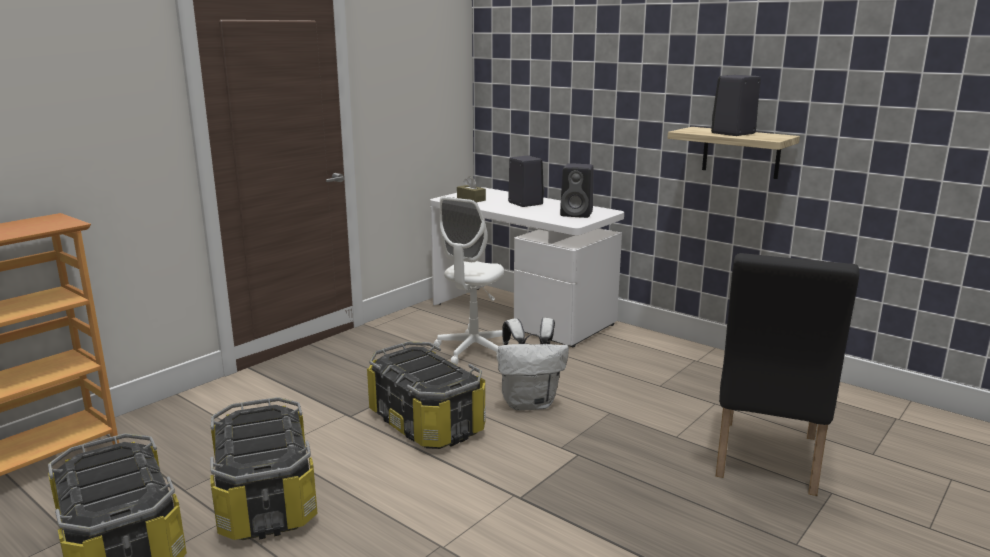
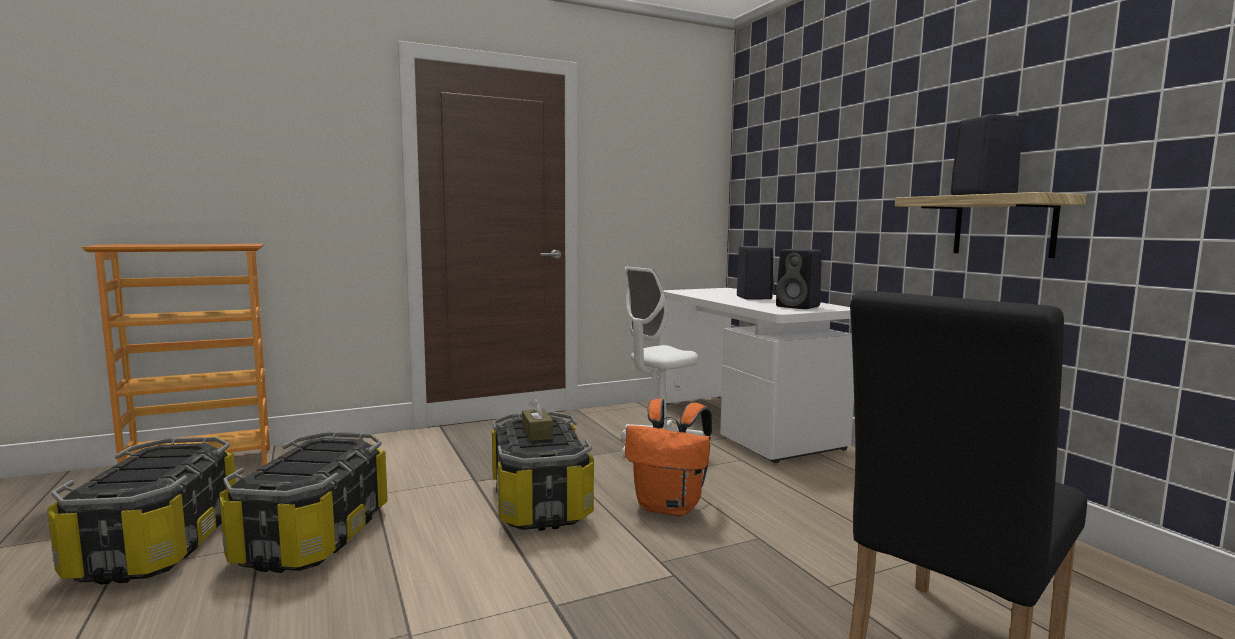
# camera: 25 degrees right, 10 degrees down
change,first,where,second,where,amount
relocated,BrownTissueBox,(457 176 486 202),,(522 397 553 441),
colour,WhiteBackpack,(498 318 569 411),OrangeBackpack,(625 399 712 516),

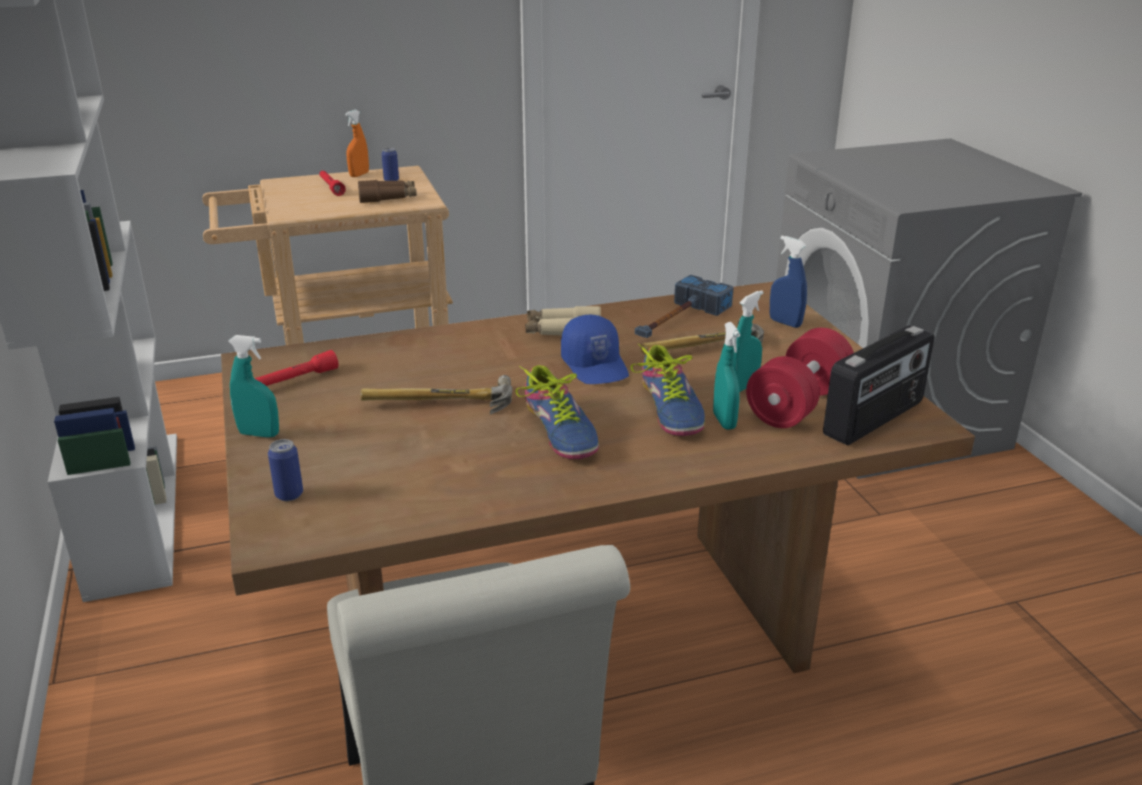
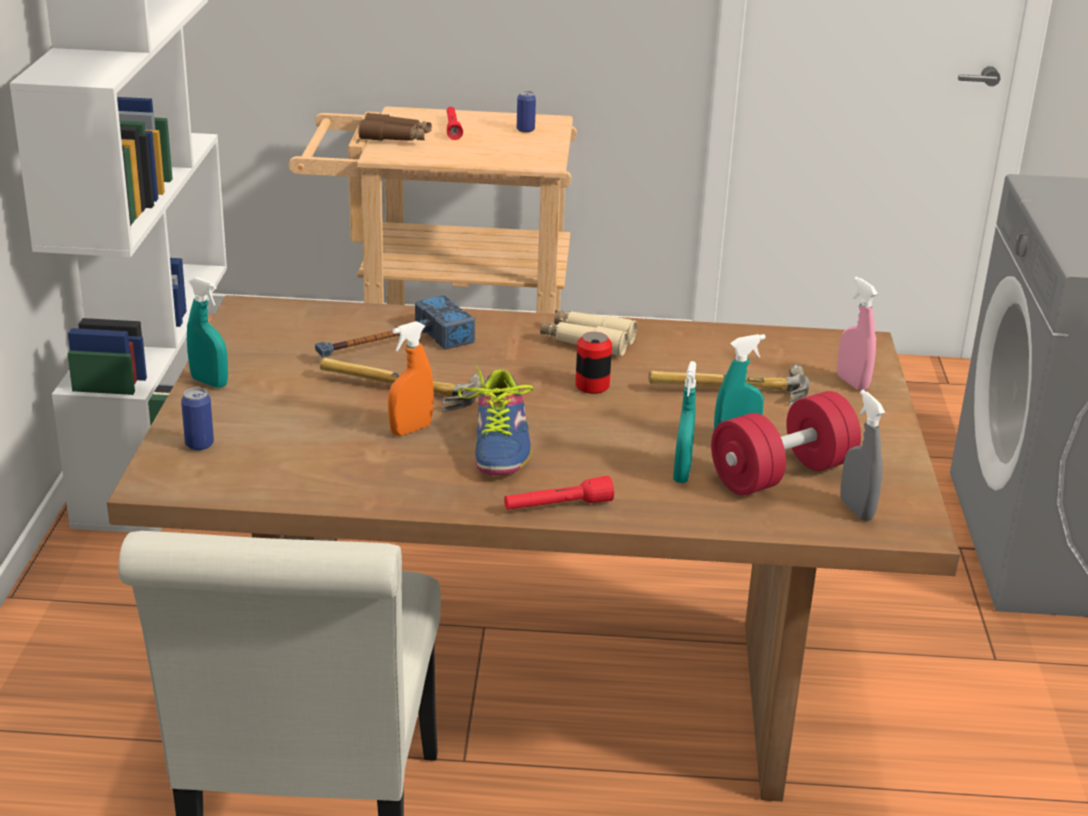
# camera: 20 degrees right, 0 degrees up
change,first,where,second,where,amount
relocated,OrangeSprayBottle,(345 110 369 177),,(388 321 434 436),
relocated,BrownBinoculars,(358 180 417 203),,(358 113 432 141),
colour,BlueSprayBottle,(770 236 807 328),PinkSprayBottle,(837 276 878 391),
relocated,Hammer,(635 274 733 338),,(315 295 475 357),
exchanged,BlueCap,(561 315 629 384),Can,(575 332 612 394),
exchanged,Radio,(823 325 934 445),GreySprayBottle,(841 390 885 521),
missing,Shoe,(631 344 705 436),,,
relocated,RedFlashlight,(254 350 338 386),,(504 476 614 510),

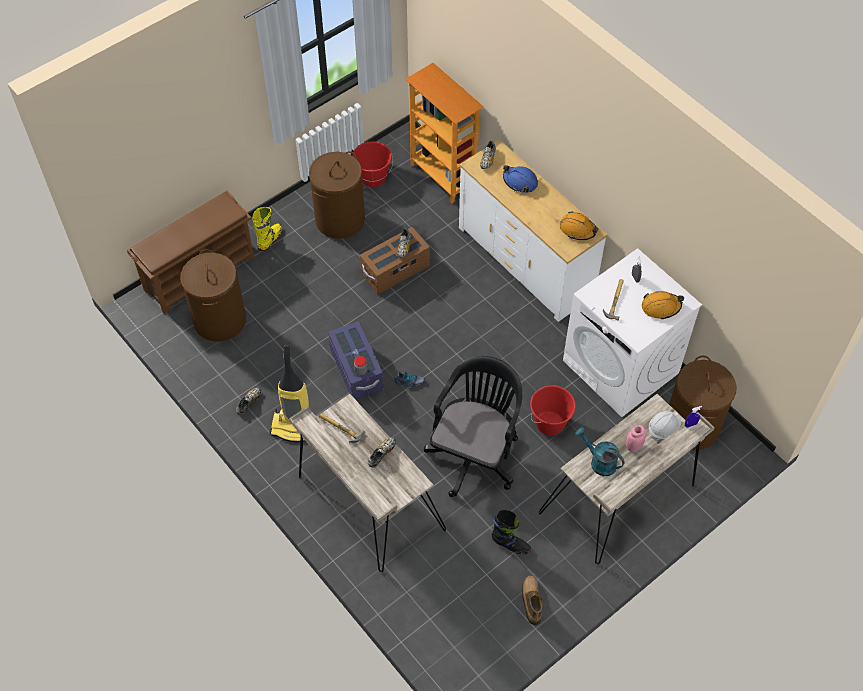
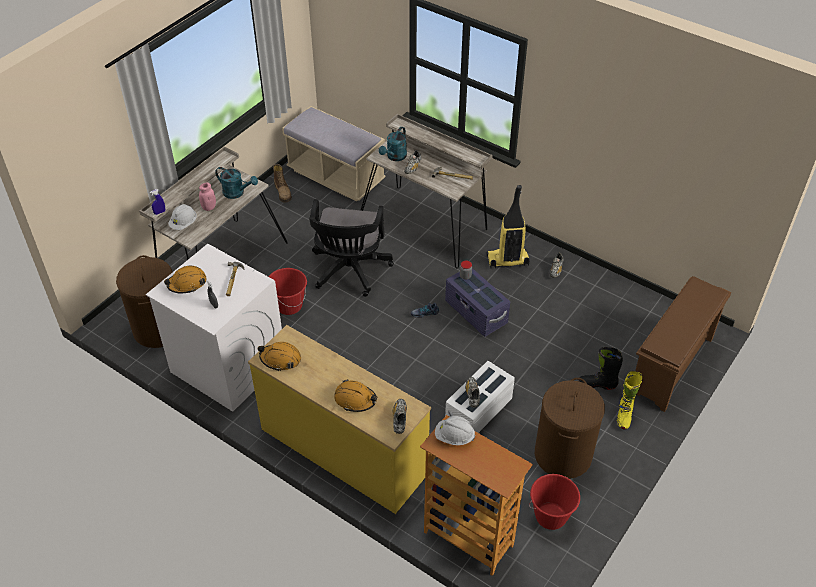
# camera: 165 degrees right, 10 degrees down
change,first,where,second,where,amount
colour,WhiteDresser,(459 140 607 322),YellowDresser,(248 325 431 514),
colour,BlueHardHat,(503 165 538 193),OrangeHardHat,(334 379 377 412),
colour,BrownStorageBox,(360 227 430 294),WhiteStorageBox,(445 361 515 433),
missing,BrownLaundryBasket,(180 250 246 342),,,
relocated,BlackBoot,(491 509 531 554),,(579 347 623 390),
appeared,,,BeigeBench,(282 106 386 202),
appeared,,,TurquoiseWateringCan,(379 127 407 161),
appeared,,,WhiteHardHat,(435 416 475 445),

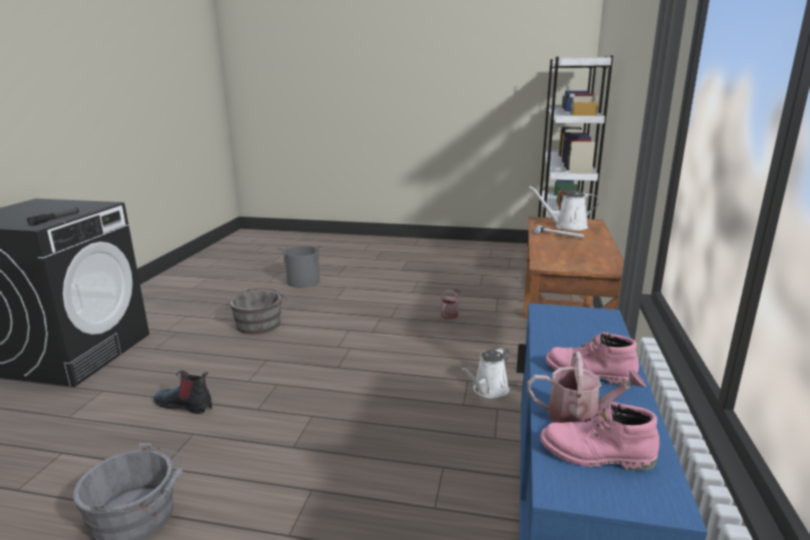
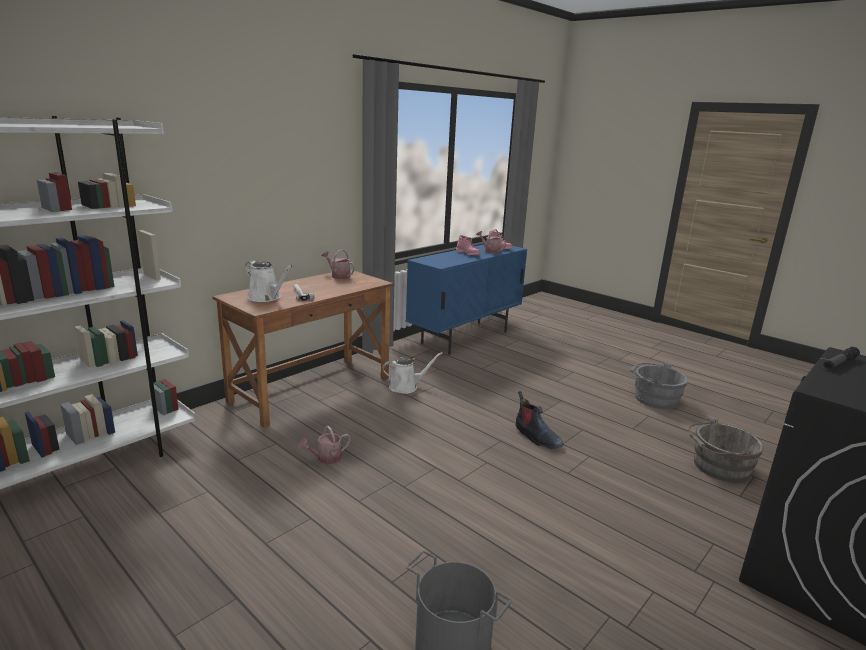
# camera: 150 degrees left, 0 degrees up
change,first,where,second,where,amount
relocated,GreyBucket,(230 287 287 334),,(689 419 764 483),
relocated,Boot,(154 370 212 414),,(516 391 563 449),
appeared,,,WateringCan,(322 249 355 279),

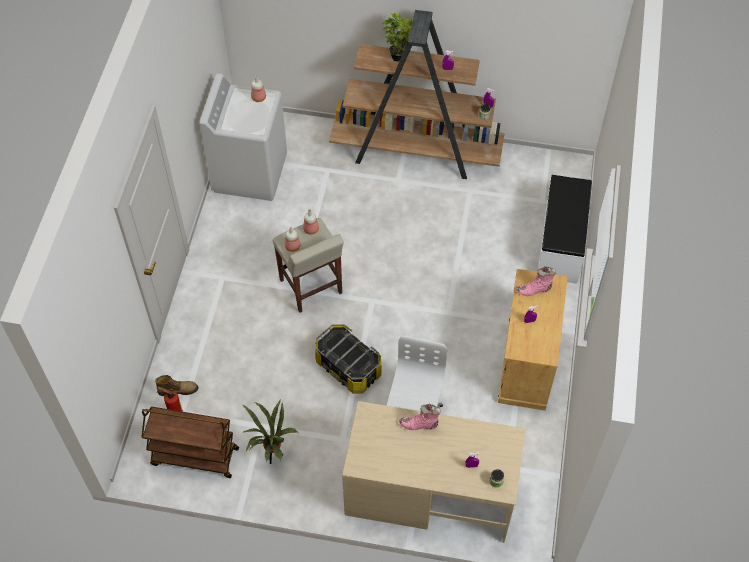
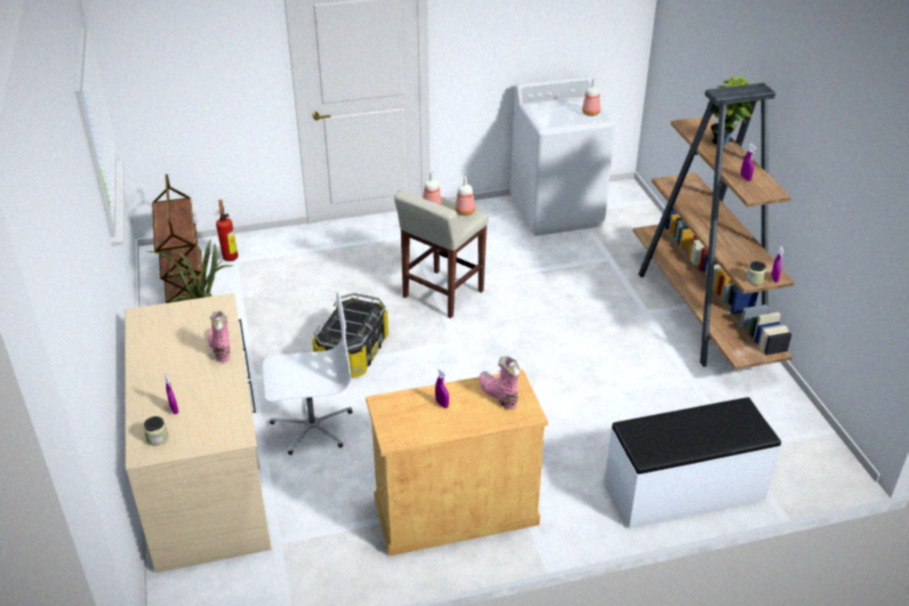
# camera: 65 degrees right, 20 degrees down
change,first,where,second,where,amount
missing,Boot,(155 375 198 396),,,

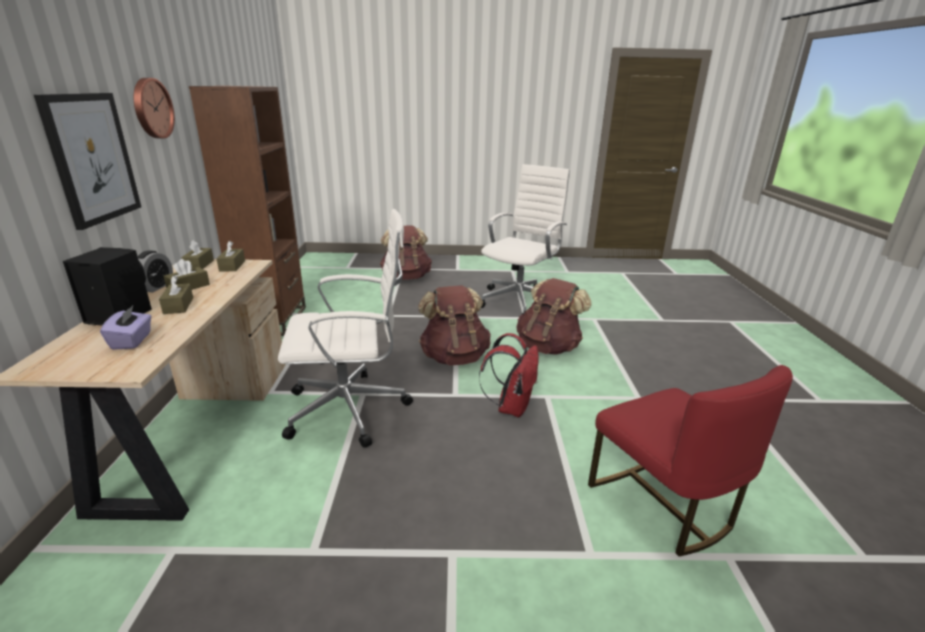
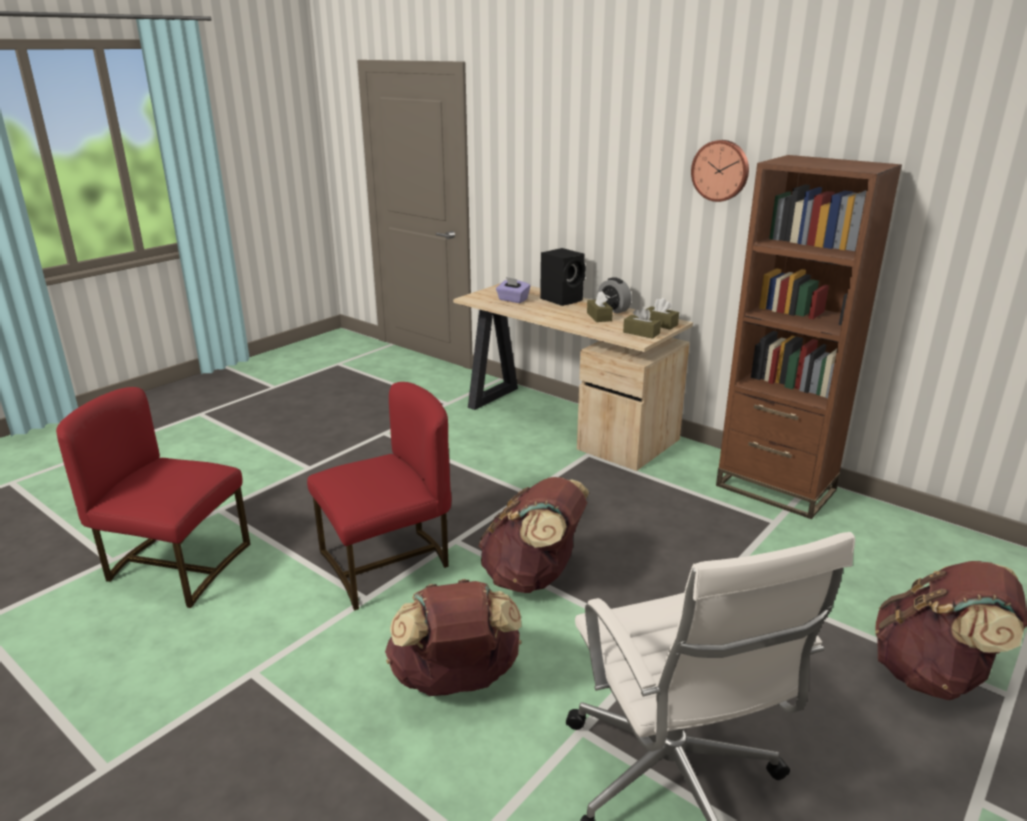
# camera: 130 degrees right, 0 degrees up
change,first,where,second,where,amount
missing,Picture,(34 93 141 230),,,
missing,WhiteOfficeChair,(278 209 413 448),,,
missing,BrownTissueBox,(159 276 193 314),,,
exchanged,RedBackpack,(479 333 539 417),RedChair,(307 382 451 610),

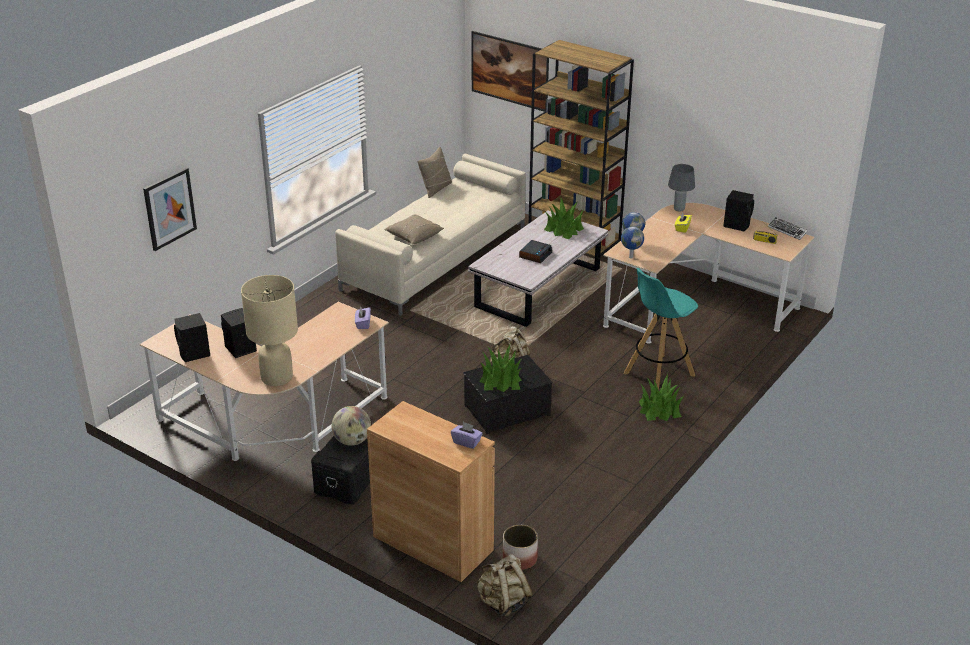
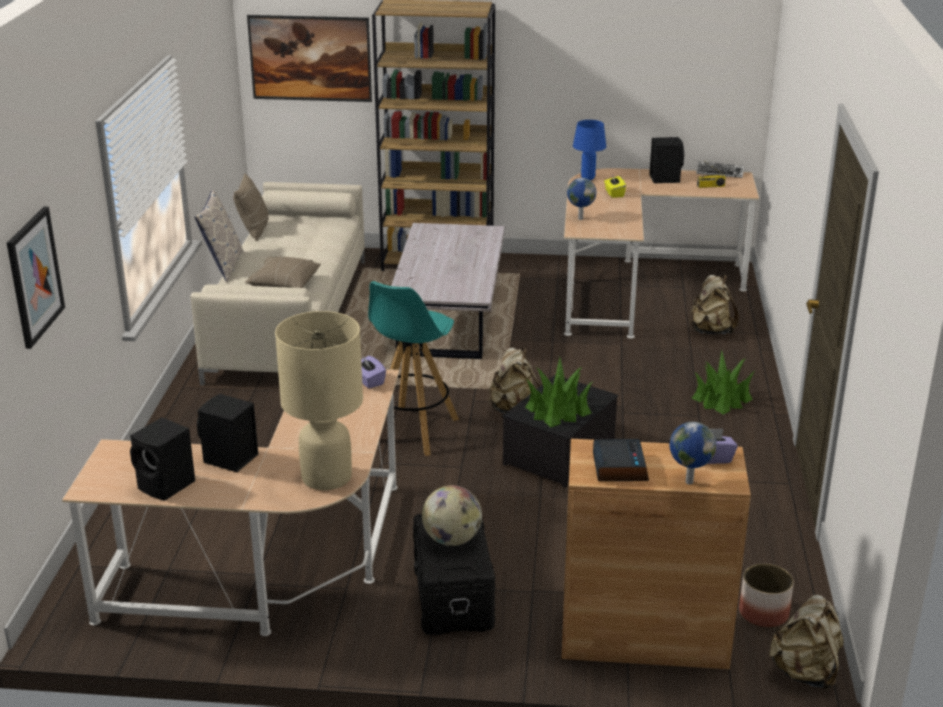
# camera: 30 degrees left, 5 degrees down
change,first,where,second,where,amount
colour,GreyTableLamp,(668 164 695 212),BlueTableLamp,(573 120 606 180),
missing,PottedPlant,(544 198 584 239),,,
relocated,Globe,(621 226 644 259),,(669 422 716 485),
relocated,AlarmClock,(519 240 552 263),,(593 439 649 481),
relocated,TurquoiseStool,(624 268 698 390),,(368 281 459 456),
appeared,,,Pillow,(195 189 243 282),
appeared,,,BeigeBackpack,(689 274 739 334),

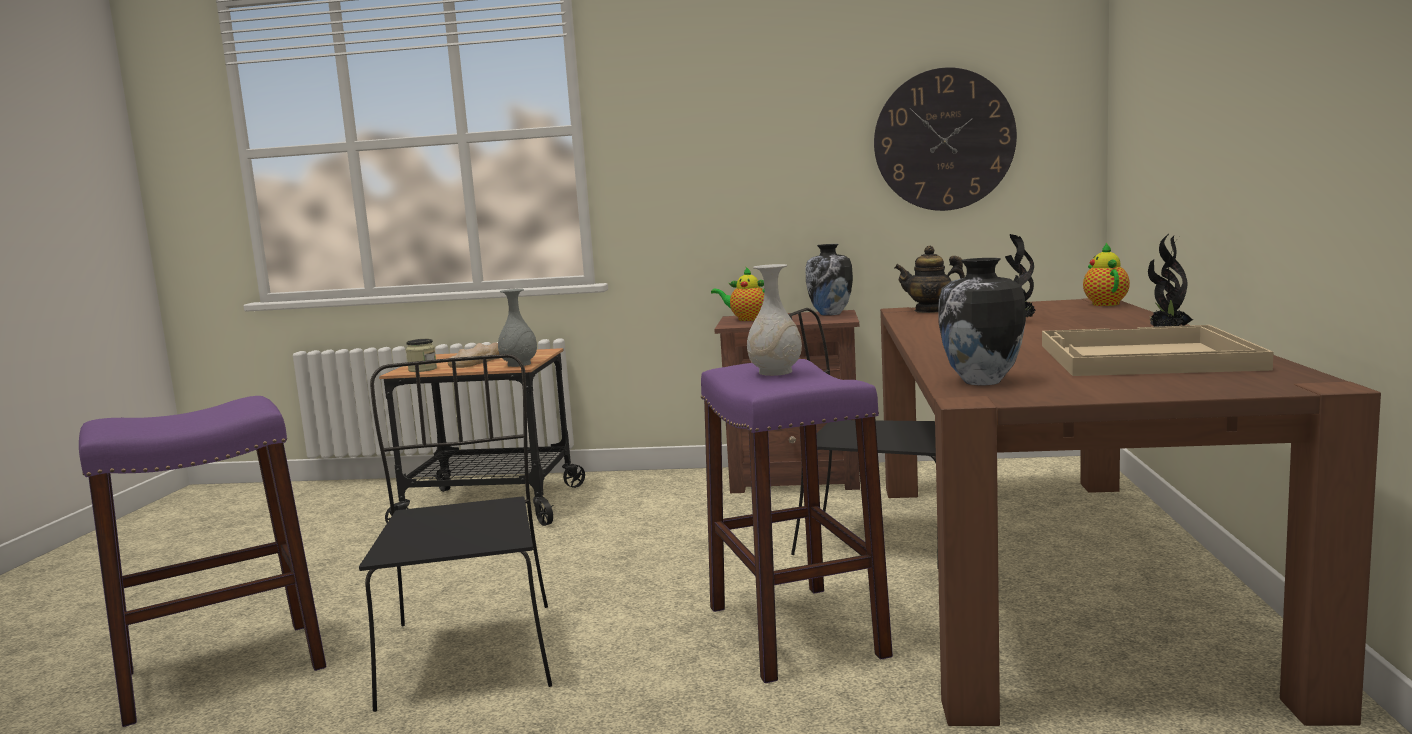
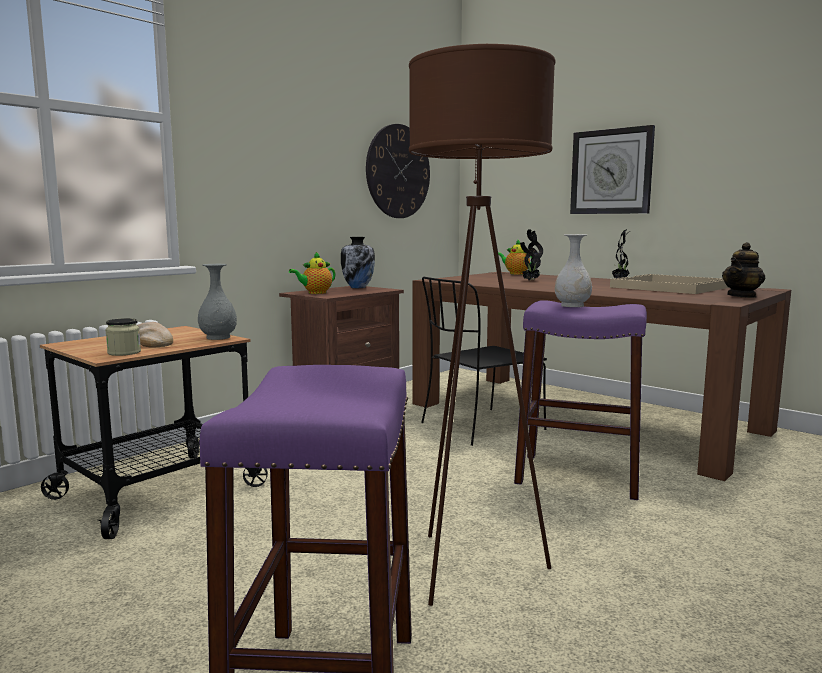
# camera: 55 degrees left, 0 degrees up
change,first,where,second,where,amount
relocated,Teapot,(894 246 965 313),,(722 242 765 298),
missing,Vase,(938 258 1026 385),,,
exchanged,BlackChair,(359 354 552 712),BrownFloorLamp,(409 44 555 606),
appeared,,,WallClock,(570 125 655 214),

